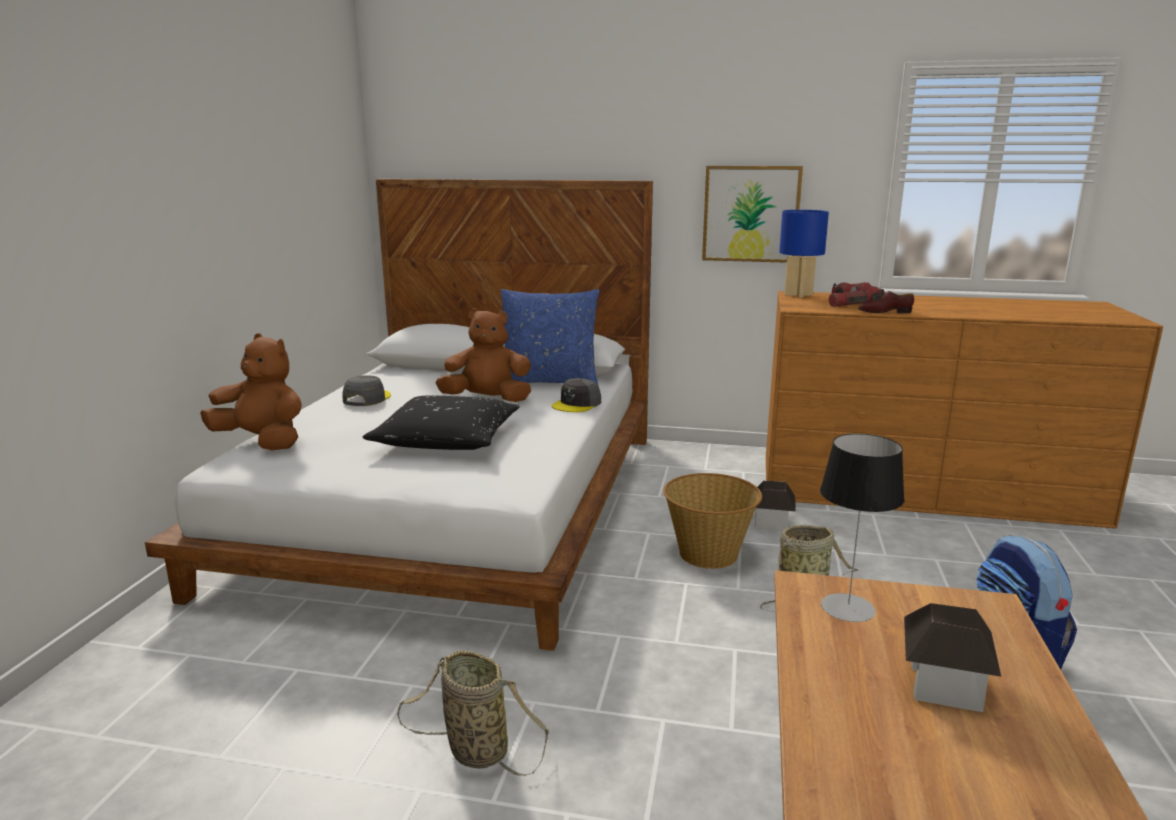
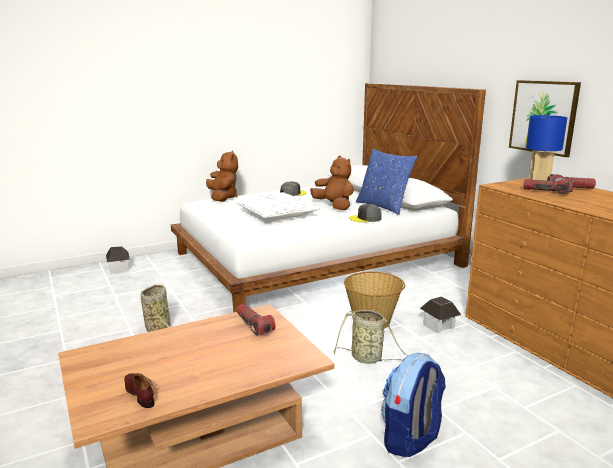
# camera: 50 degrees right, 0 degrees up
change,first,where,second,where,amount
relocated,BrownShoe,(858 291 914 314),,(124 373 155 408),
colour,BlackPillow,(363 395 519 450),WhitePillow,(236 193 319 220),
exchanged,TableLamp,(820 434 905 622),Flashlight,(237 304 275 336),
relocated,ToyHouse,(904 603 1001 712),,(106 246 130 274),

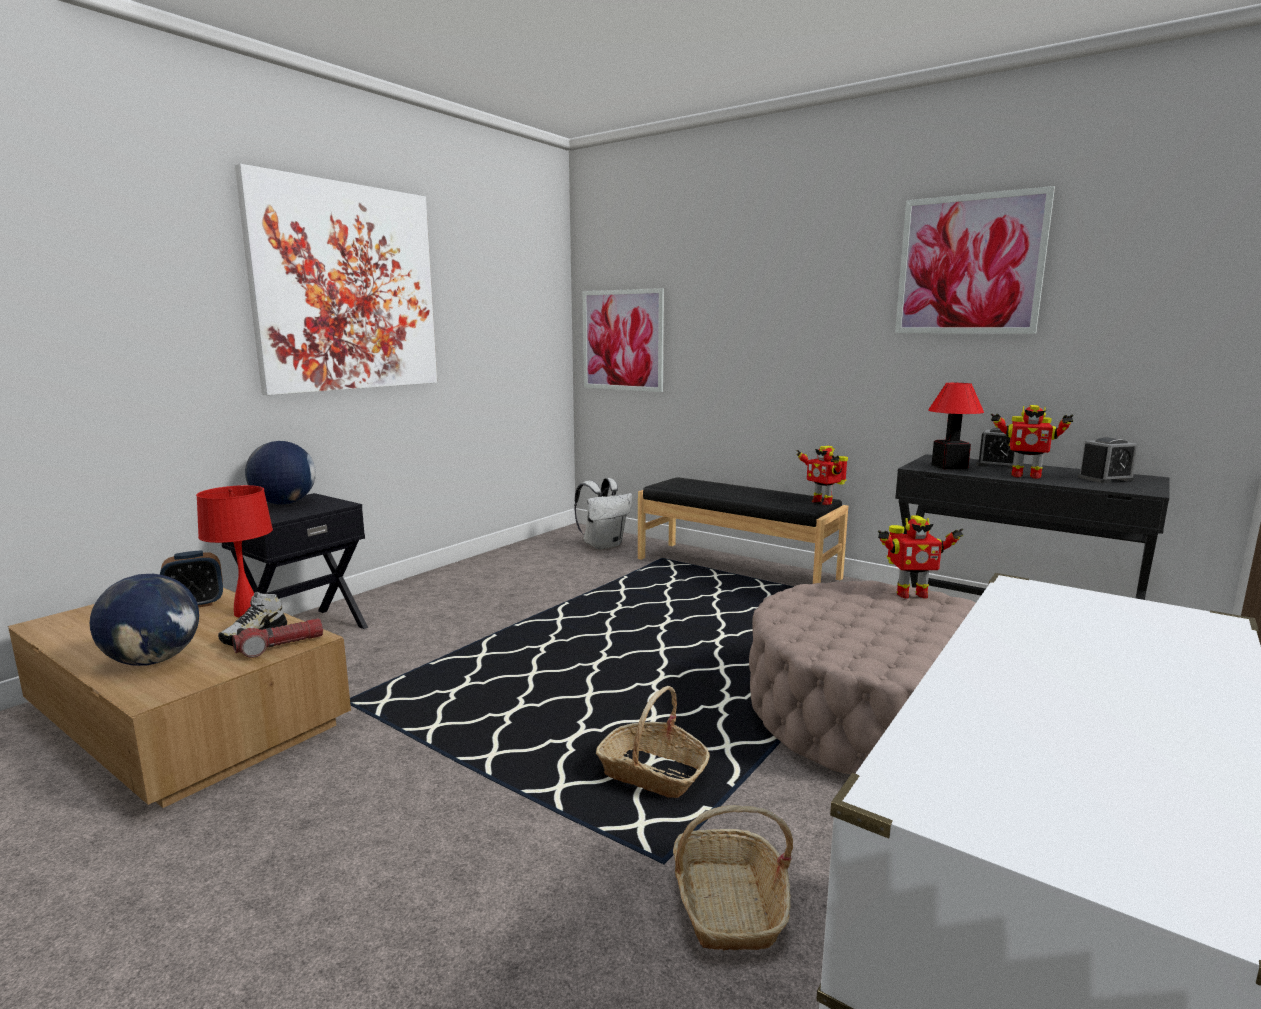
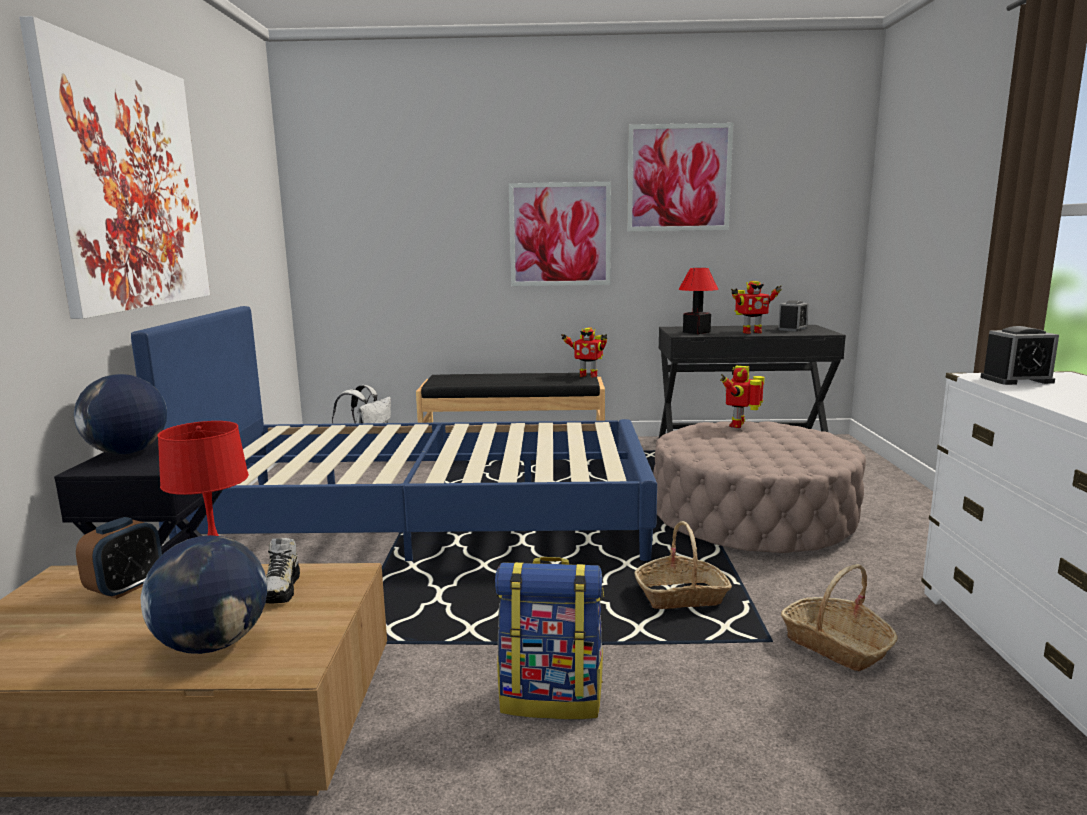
# camera: 35 degrees left, 0 degrees up
change,first,where,second,where,amount
relocated,Picture,(583 288 664 392),,(509 182 611 286),
relocated,AlarmClock,(976 428 1015 469),,(980 326 1059 385),
spun,ToyRobot,(878 515 963 599),,(720 366 765 428),150 degrees clockwise
missing,Flashlight,(232 618 323 658),,,
appeared,,,BlueBed,(131 306 657 561),
appeared,,,Backpack,(495 557 604 719),

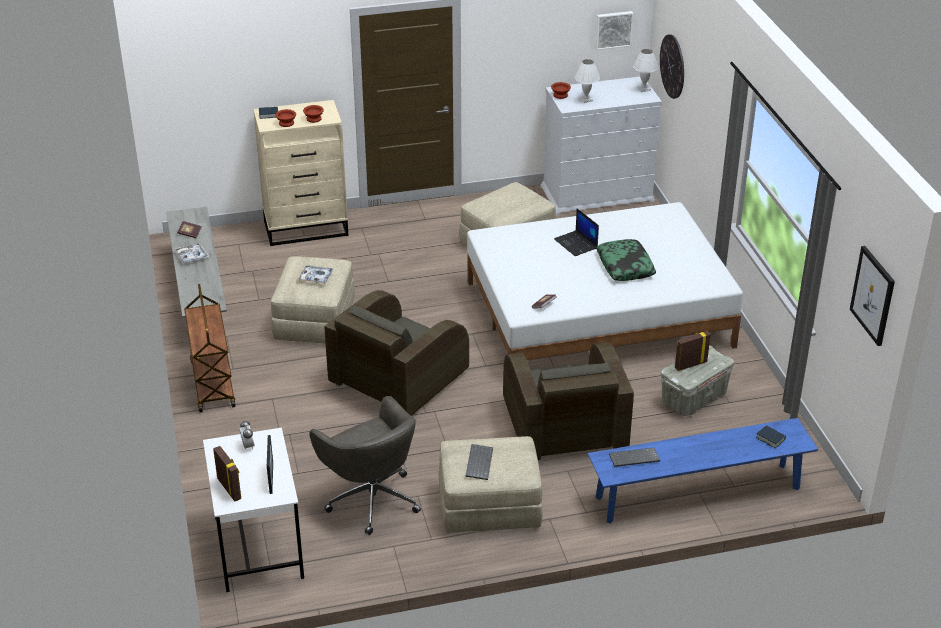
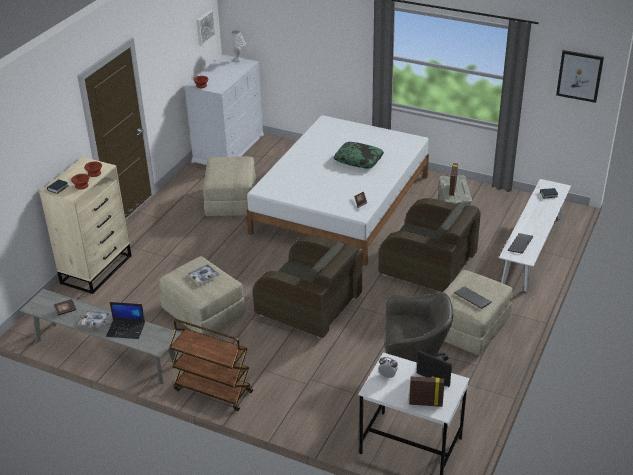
# camera: 50 degrees left, 0 degrees up
change,first,where,second,where,amount
missing,WallClock,(660 34 684 99),,,
missing,WhiteTableLamp,(574 59 600 103),,,
relocated,Laptop,(554 209 599 256),,(106 302 145 339),
spun,BrownArmchair,(325 290 469 416),,(253 235 362 339),45 degrees counterclockwise
colour,BlueBench,(588 418 818 524),WhiteBench,(499 179 571 292),

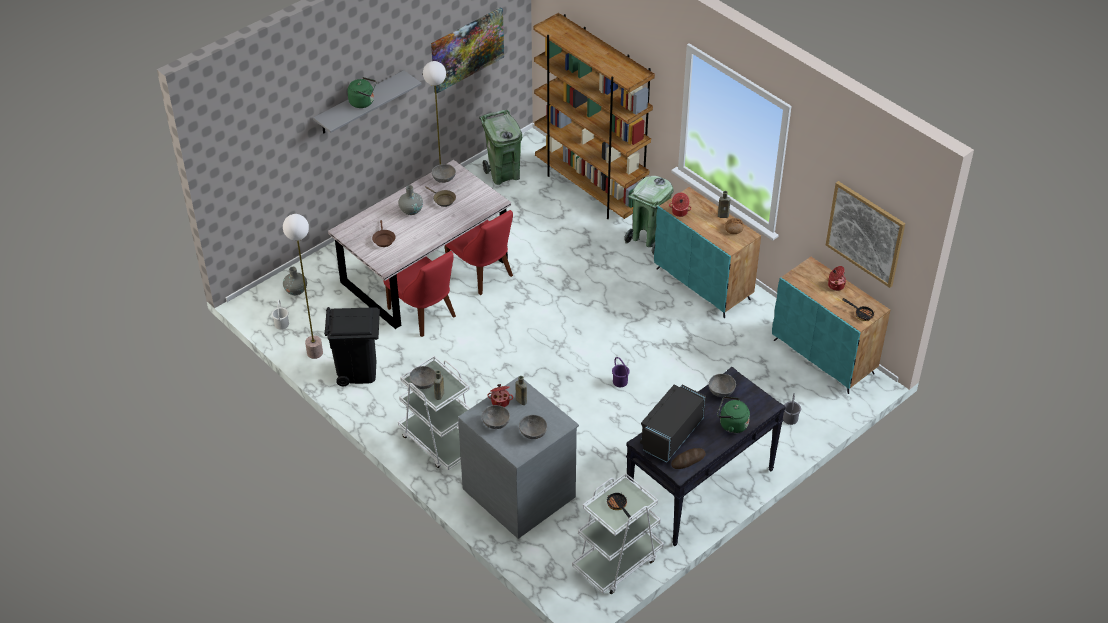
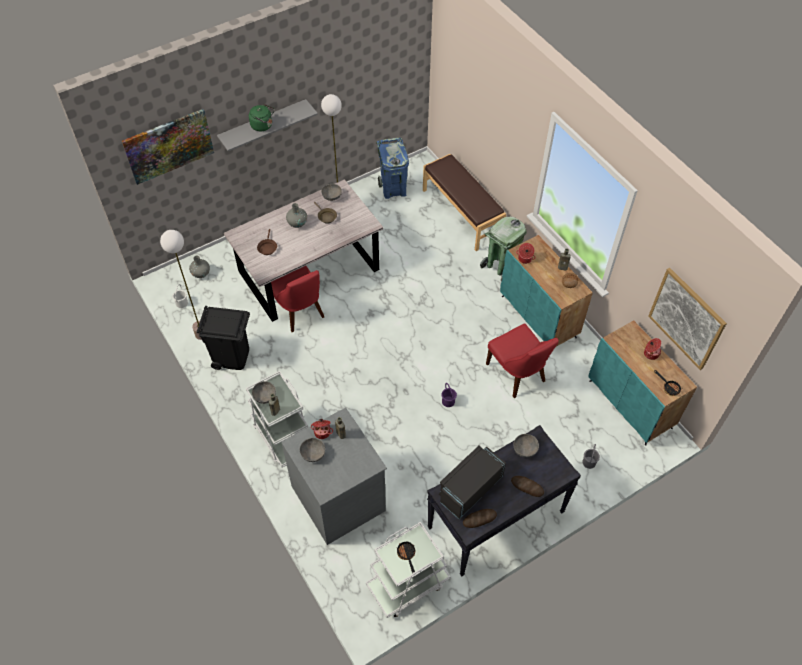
# camera: 10 degrees right, 10 degrees up
change,first,where,second,where,amount
relocated,Picture,(431 7 504 94),,(122 109 214 185),
exchanged,BrownBookcase,(534 13 655 219),BrownBench,(423 154 506 251),
colour,GreenTrashCan,(479 110 522 185),BlueTrashCan,(376 138 409 199),
relocated,RedChair,(445 210 513 295),,(486 324 559 398),
exchanged,GreenKettle,(717 396 750 433),Bread,(511 476 544 497),
missing,GreyBowl,(519 415 547 439),,,

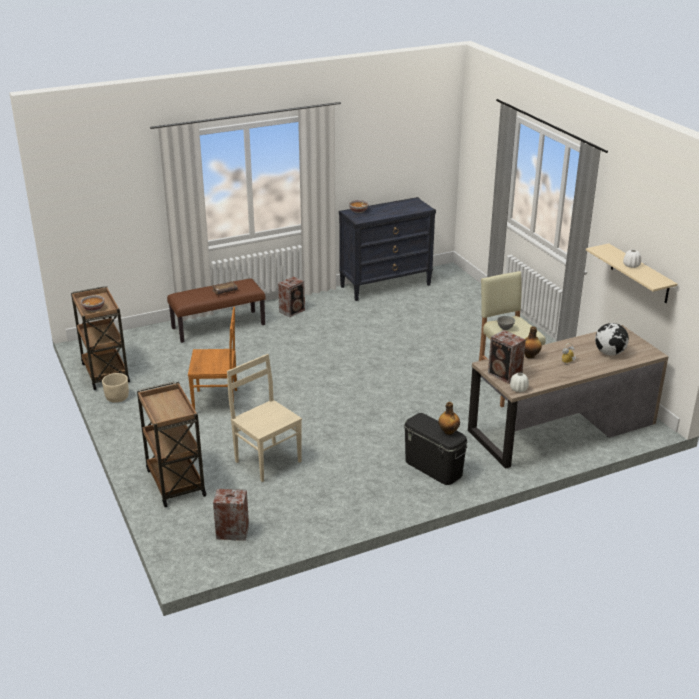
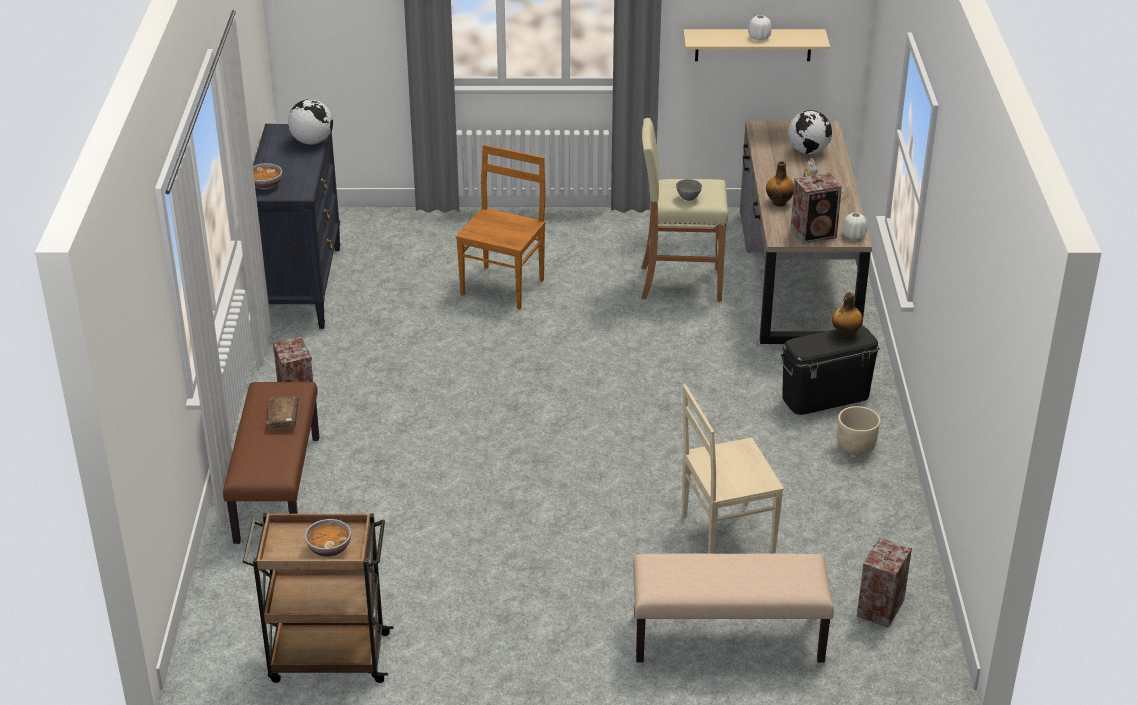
# camera: 65 degrees left, 5 degrees up
change,first,where,second,where,amount
relocated,BrownChair,(188 307 237 410),,(456 145 546 309),
relocated,BeigePlanter,(102 373 129 403),,(837 406 880 456),
exchanged,BrownCart,(137 382 207 507),BeigeBench,(633 554 834 662),
appeared,,,Globe,(288 99 333 145),

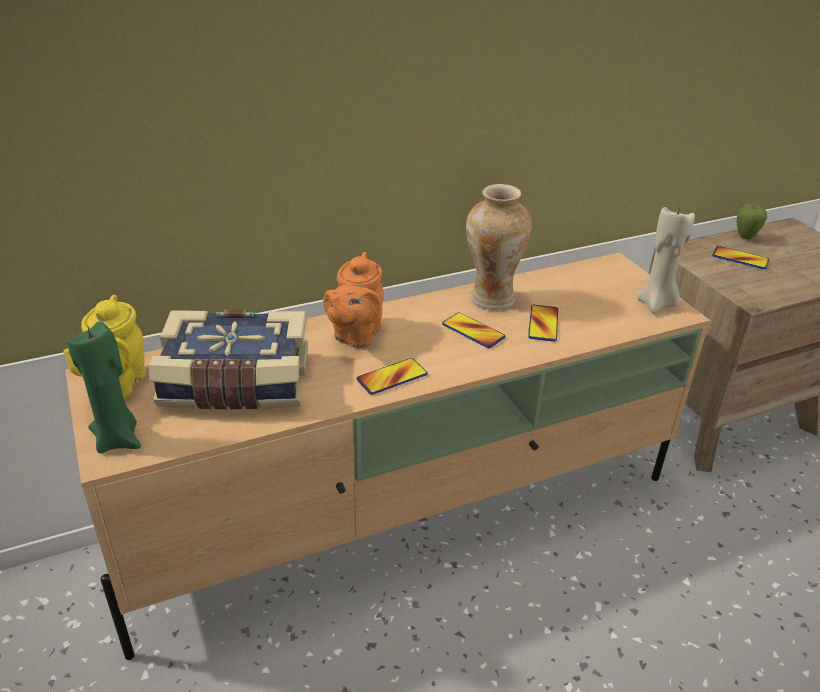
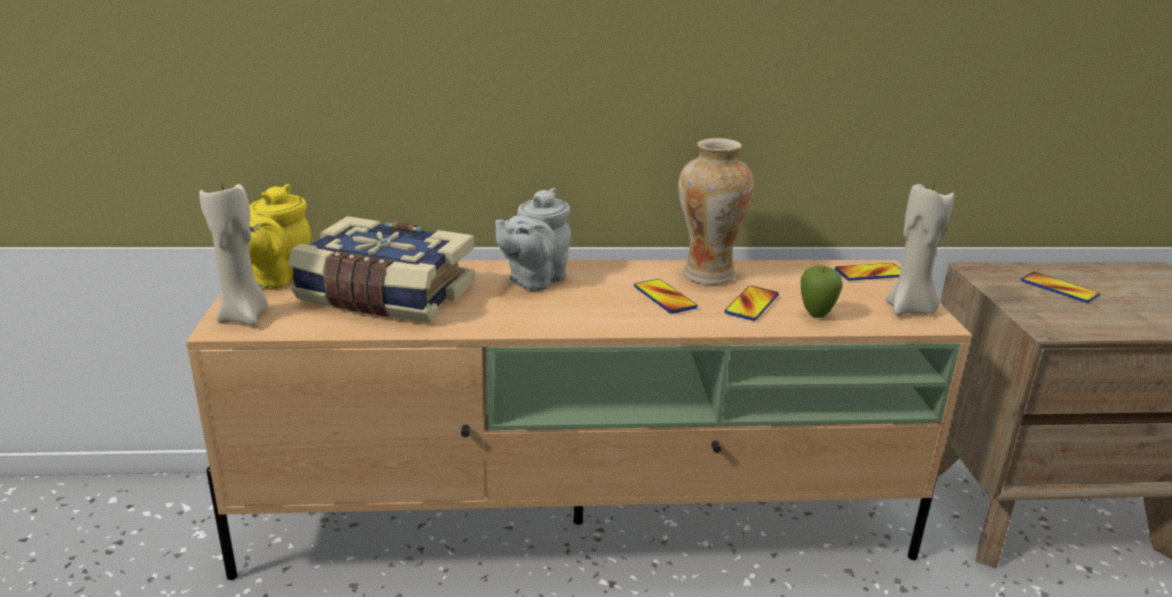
# camera: 20 degrees right, 10 degrees down
change,first,where,second,where,amount
relocated,Apple,(736 204 767 239),,(801 265 843 318),
colour,OrangeTeapot,(323 252 384 349),GreyTeapot,(495 188 571 291),
colour,GreenCandle,(67 321 141 453),BeigeCandle,(199 181 268 325),
relocated,Phone,(357 358 428 395),,(835 263 901 281),

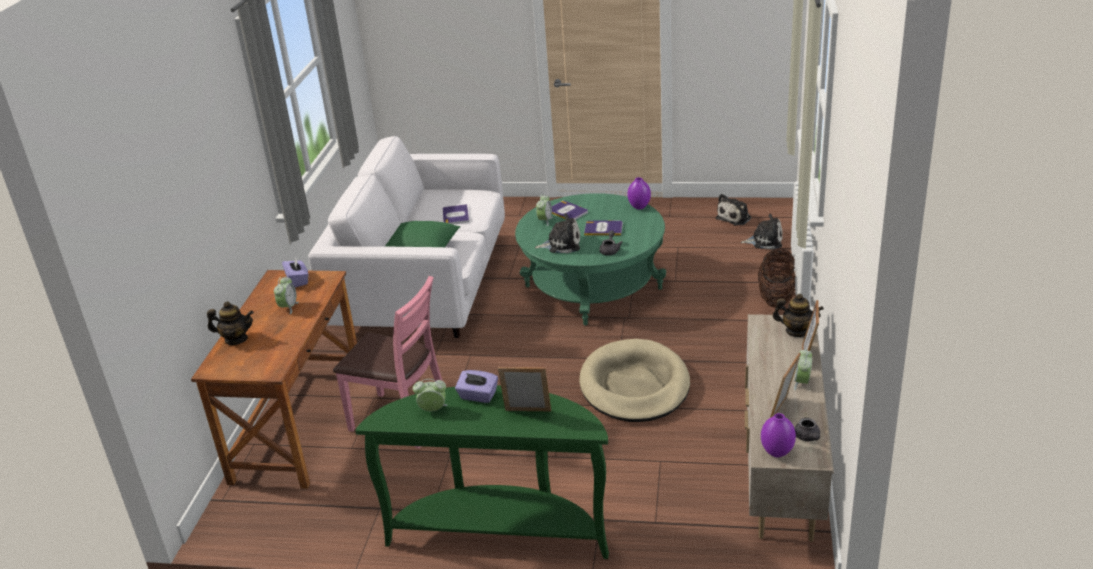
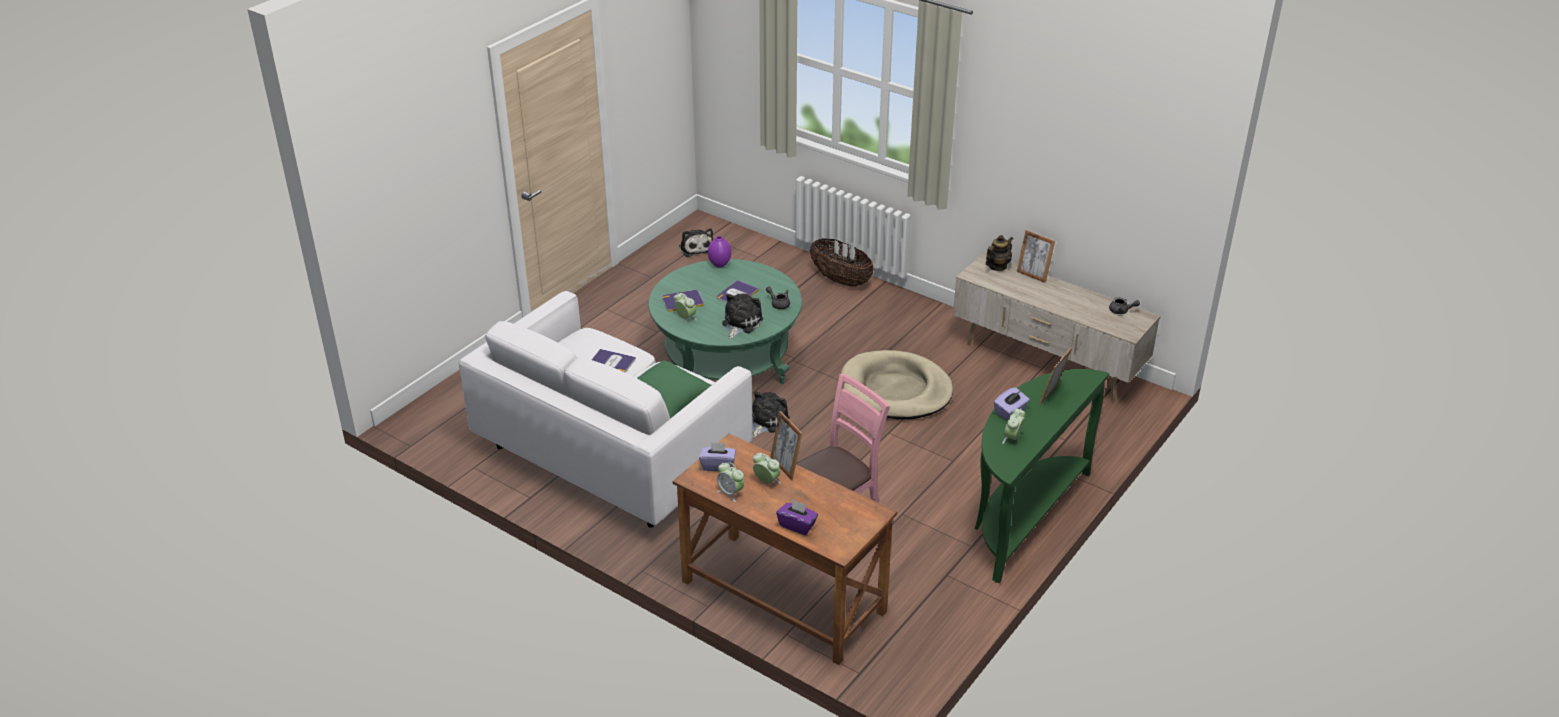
# camera: 65 degrees left, 5 degrees up
change,first,where,second,where,amount
relocated,PlushToy,(740 214 783 250),,(752 391 790 438),
exchanged,Teapot,(207 301 254 345),PurpleTissueBox,(776 500 818 535),
relocated,AlarmClock,(794 349 812 390),,(717 462 744 502),
relocated,PictureFrame,(770 352 801 418),,(770 411 803 480),
missing,PurpleVase,(761 413 796 457),,,

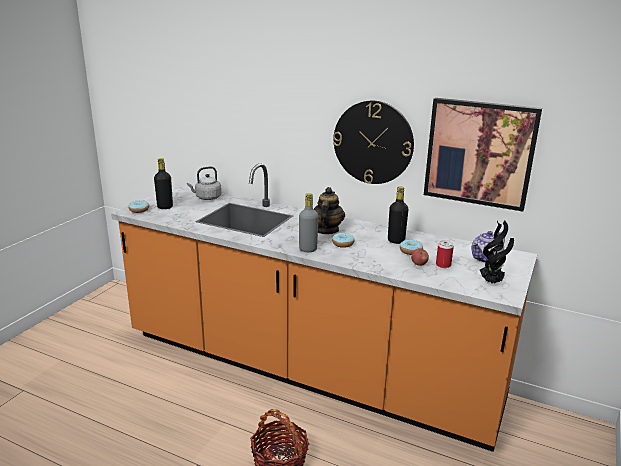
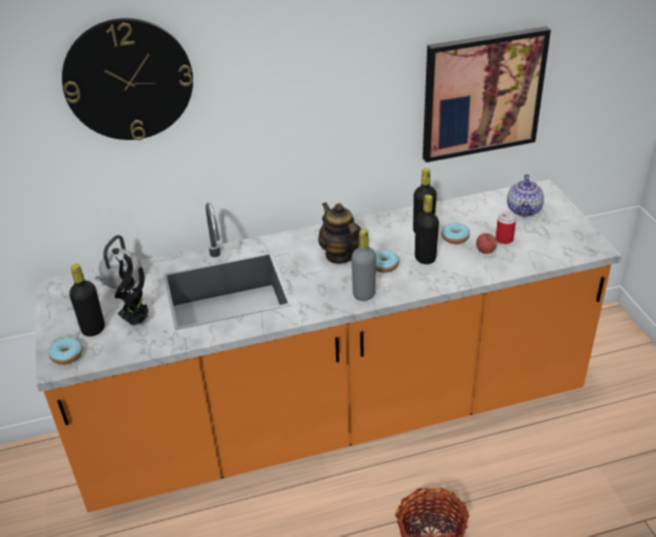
# camera: 40 degrees left, 15 degrees up
change,first,where,second,where,amount
relocated,WallClock,(333 101 414 184),,(62 18 193 140),
relocated,PottedPlant,(480 221 514 284),,(115 254 149 326),
appeared,,,BlackBottle,(415 194 439 264),

